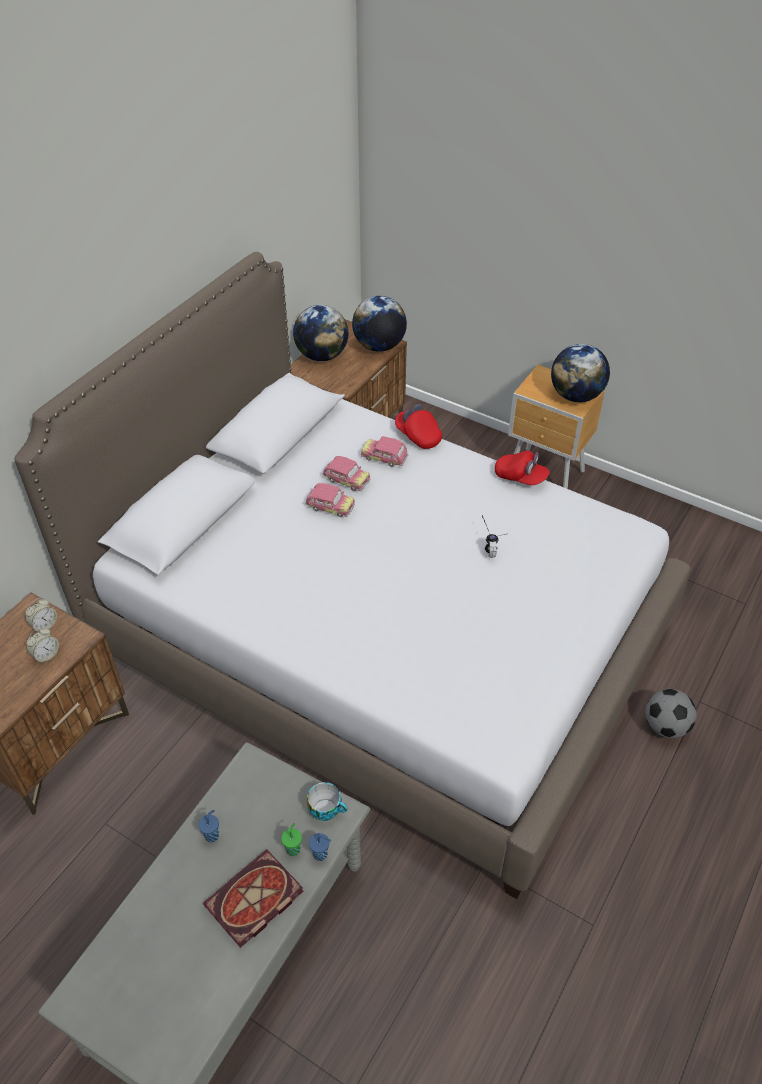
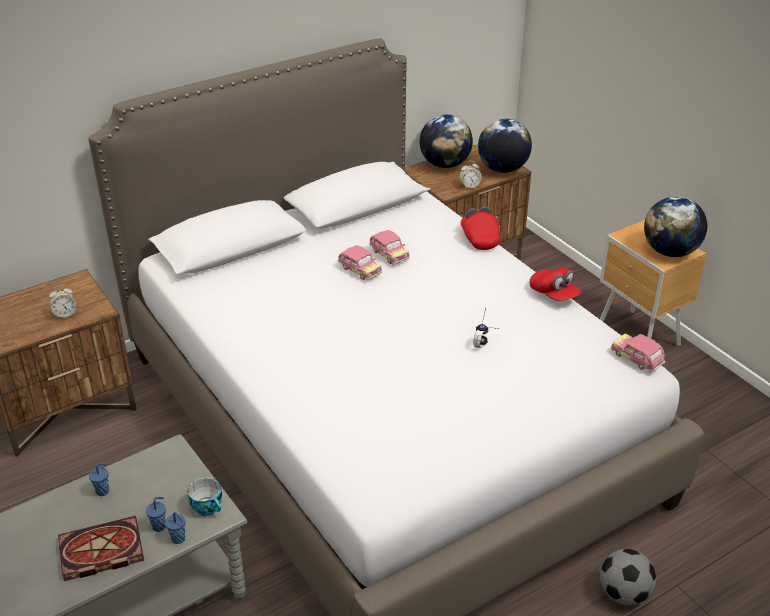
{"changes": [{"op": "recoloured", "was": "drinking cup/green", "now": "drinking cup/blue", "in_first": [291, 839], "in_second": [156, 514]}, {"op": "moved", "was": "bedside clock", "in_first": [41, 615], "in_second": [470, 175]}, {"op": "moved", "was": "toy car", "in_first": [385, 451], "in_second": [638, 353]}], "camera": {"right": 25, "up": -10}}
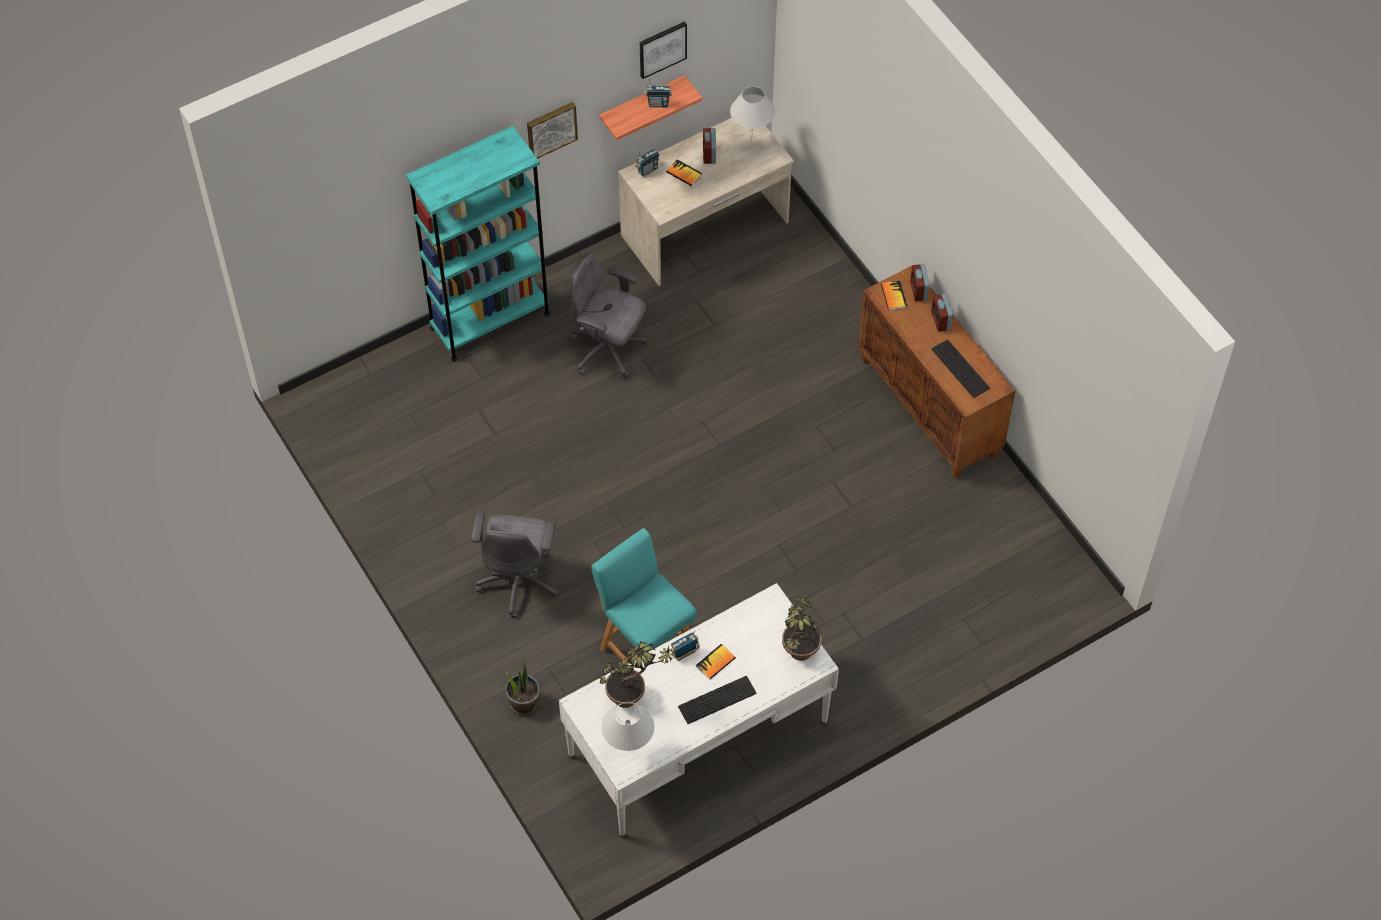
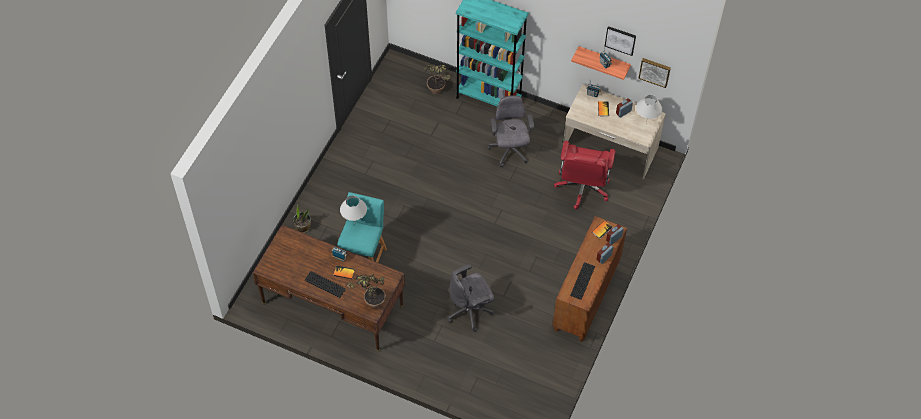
{"changes": [{"op": "recoloured", "was": "desk table/white-coloured", "now": "desk table/brownish", "in_first": [699, 710], "in_second": [329, 288]}, {"op": "moved", "was": "tabletop lamp/white-coloured", "in_first": [627, 726], "in_second": [353, 208]}, {"op": "moved", "was": "potted plant", "in_first": [640, 674], "in_second": [437, 79]}, {"op": "moved", "was": "computer chair/grey", "in_first": [515, 565], "in_second": [471, 298]}, {"op": "added", "now": "computer chair/red-coloured", "in_second": [585, 175]}, {"op": "moved", "was": "picture", "in_first": [552, 130], "in_second": [654, 73]}], "camera": {"right": 55, "up": 0}}
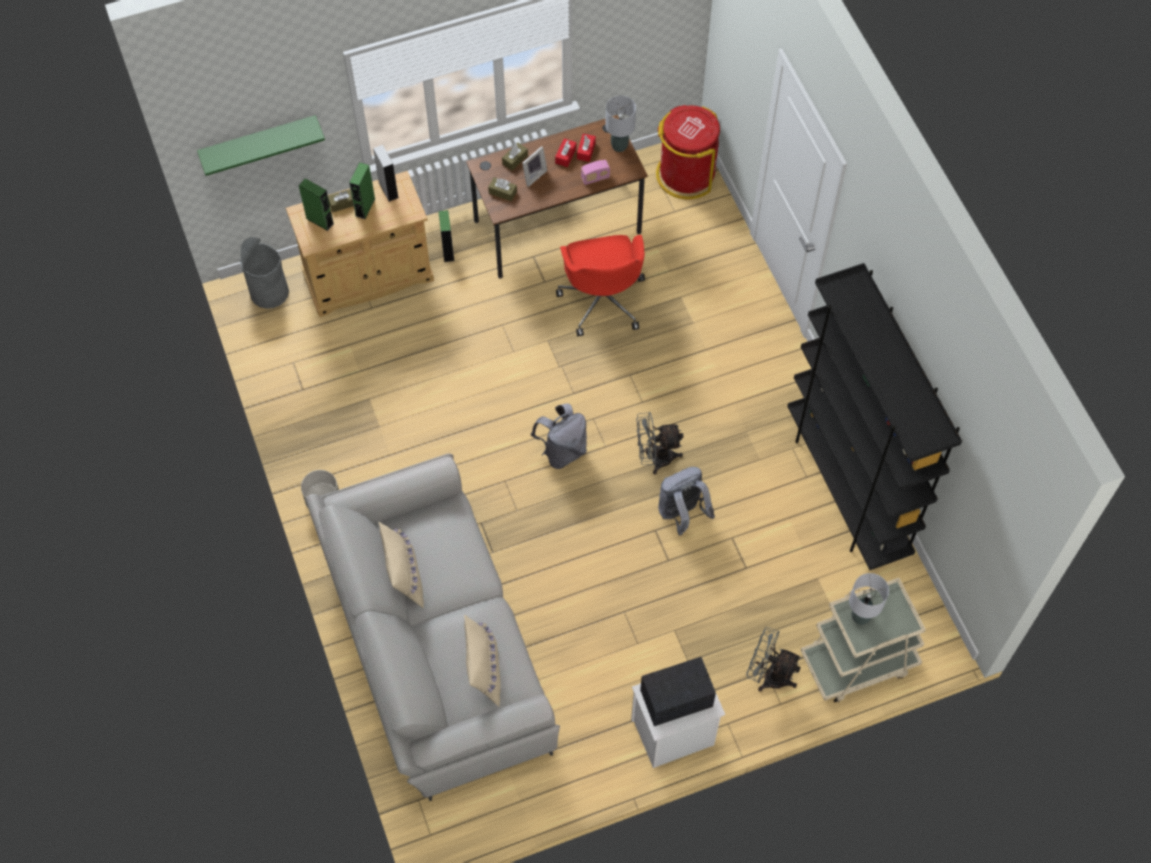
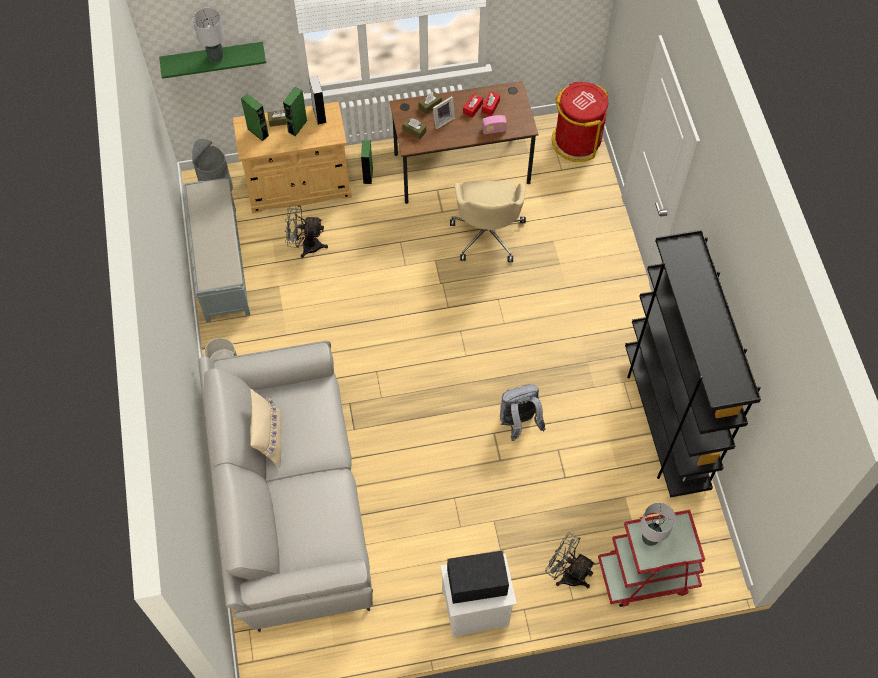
{"changes": [{"op": "added", "now": "long seat/grey", "in_second": [216, 250]}, {"op": "moved", "was": "tabletop lamp/grey", "in_first": [620, 124], "in_second": [209, 35]}, {"op": "moved", "was": "fan/grey", "in_first": [659, 443], "in_second": [306, 231]}, {"op": "recoloured", "was": "computer chair/red-coloured", "now": "computer chair/beige", "in_first": [600, 285], "in_second": [488, 221]}, {"op": "recoloured", "was": "wheeled cart/beige", "now": "wheeled cart/red-coloured", "in_first": [863, 640], "in_second": [651, 558]}, {"op": "removed", "was": "pillow/beige", "in_first": [482, 661]}, {"op": "removed", "was": "backpack/grey", "in_first": [559, 436]}], "camera": {"right": 10, "up": 0}}
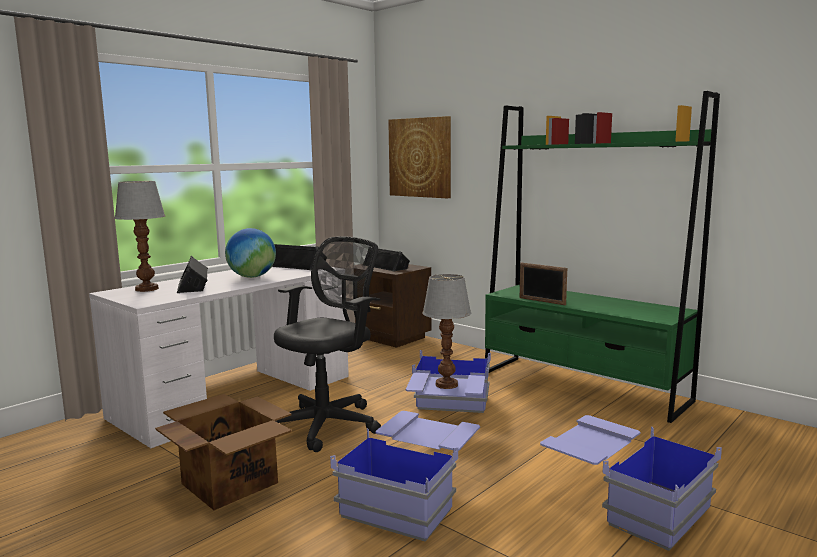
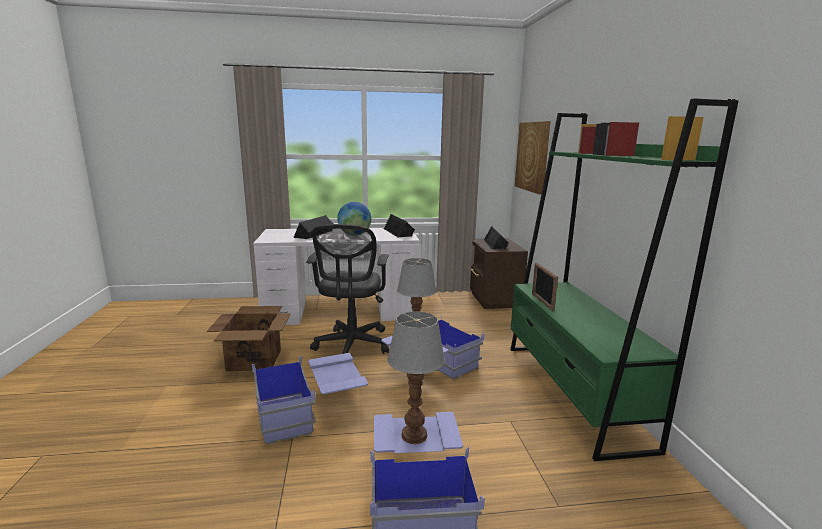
{"changes": [{"op": "turned", "was": "computer chair/blackish", "in_first": [327, 344], "in_second": [347, 289], "clockwise": 105}, {"op": "moved", "was": "tabletop lamp", "in_first": [139, 236], "in_second": [416, 377]}], "camera": {"right": 40, "up": 5}}
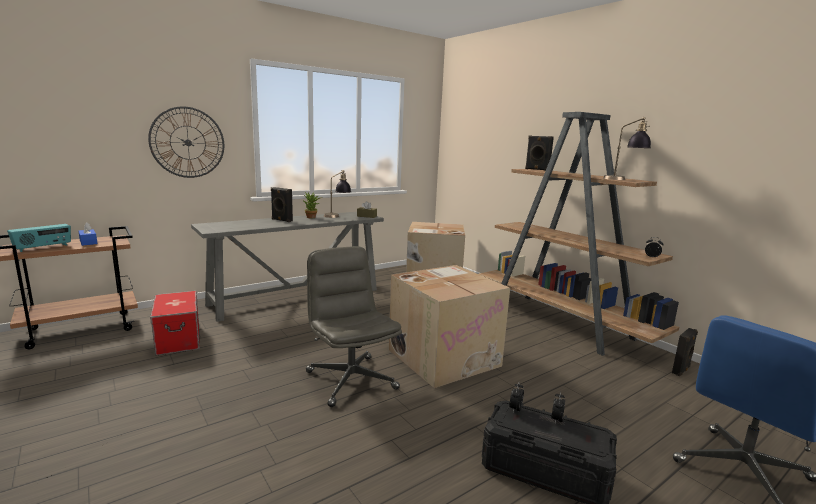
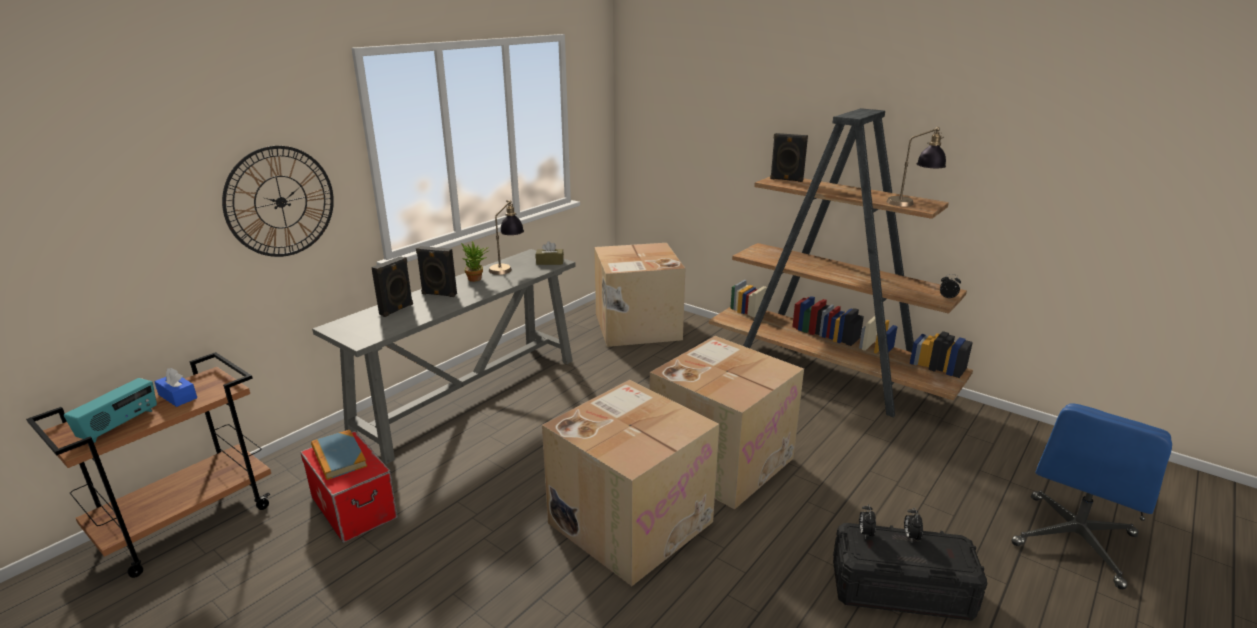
{"changes": [{"op": "added", "now": "volume", "in_second": [339, 455]}, {"op": "moved", "was": "loudspeaker/blackish", "in_first": [685, 352], "in_second": [392, 286]}, {"op": "replaced", "was": "computer chair/grey", "now": "carton", "in_first": [354, 326], "in_second": [630, 483]}], "camera": {"right": -15, "up": 10}}
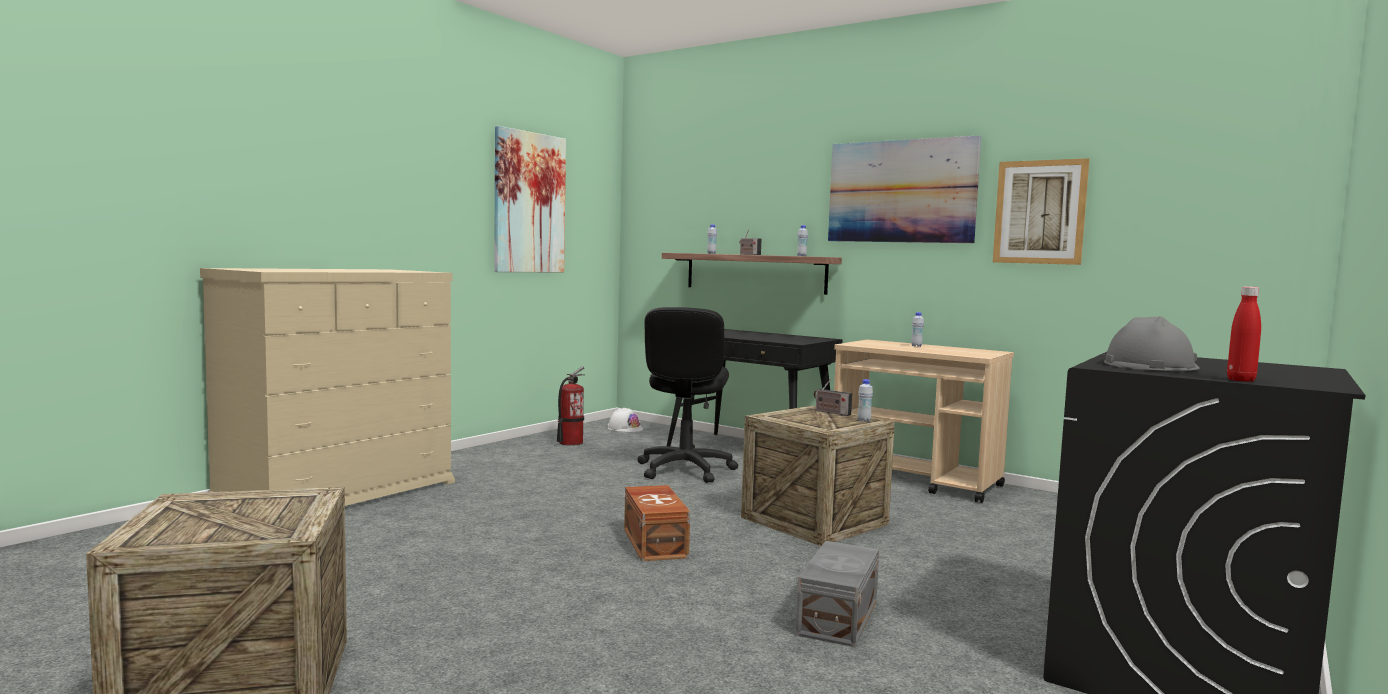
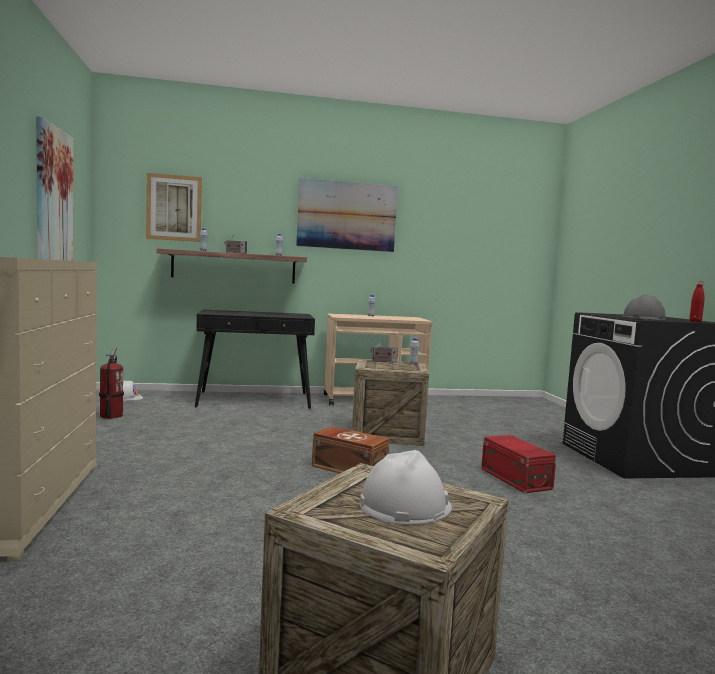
{"changes": [{"op": "moved", "was": "picture", "in_first": [1041, 211], "in_second": [174, 207]}, {"op": "added", "now": "safety helmet/white-coloured", "in_second": [405, 487]}, {"op": "recoloured", "was": "storage bin/grey", "now": "storage bin/red-coloured", "in_first": [837, 594], "in_second": [519, 464]}, {"op": "removed", "was": "computer chair/blackish", "in_first": [687, 395]}], "camera": {"right": -45, "up": 0}}
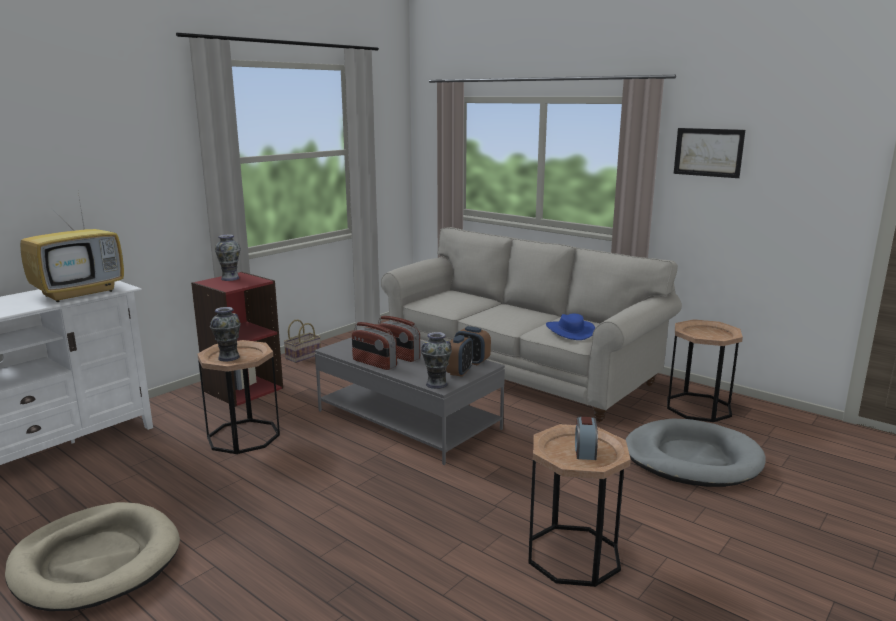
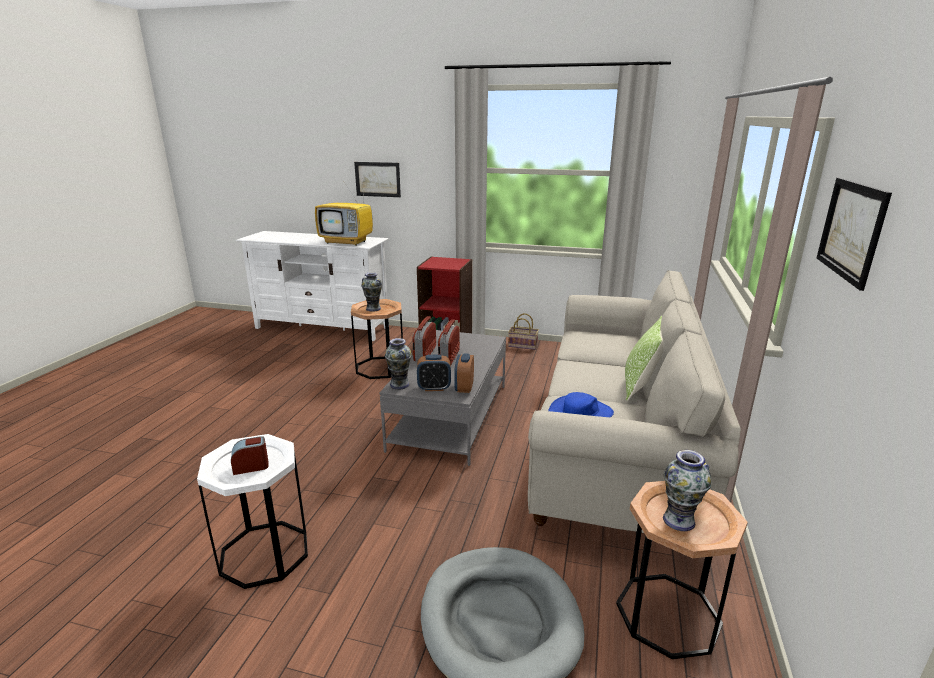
{"changes": [{"op": "recoloured", "was": "side table/brownish", "now": "side table/white-coloured", "in_first": [579, 505], "in_second": [252, 511]}, {"op": "added", "now": "picture", "in_second": [377, 179]}, {"op": "added", "now": "pillow", "in_second": [644, 358]}, {"op": "moved", "was": "vase", "in_first": [228, 257], "in_second": [687, 490]}, {"op": "removed", "was": "dog bed/beige", "in_first": [92, 556]}], "camera": {"right": 65, "up": 5}}
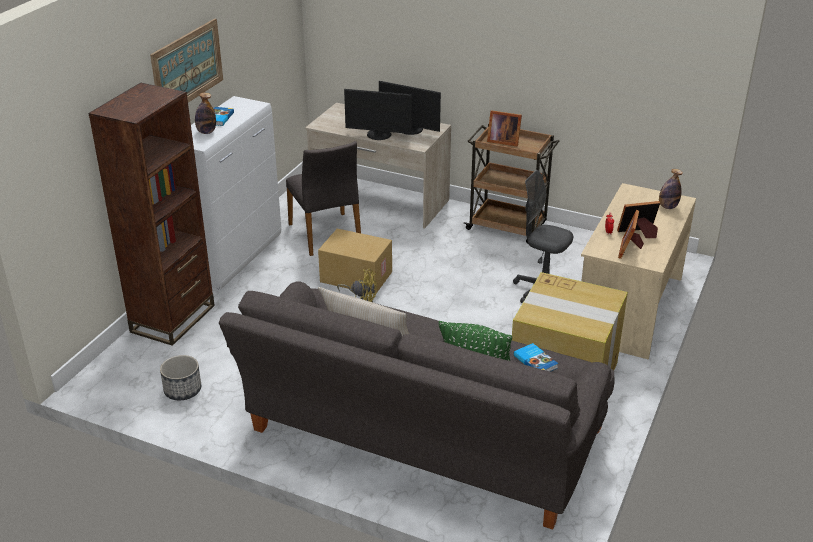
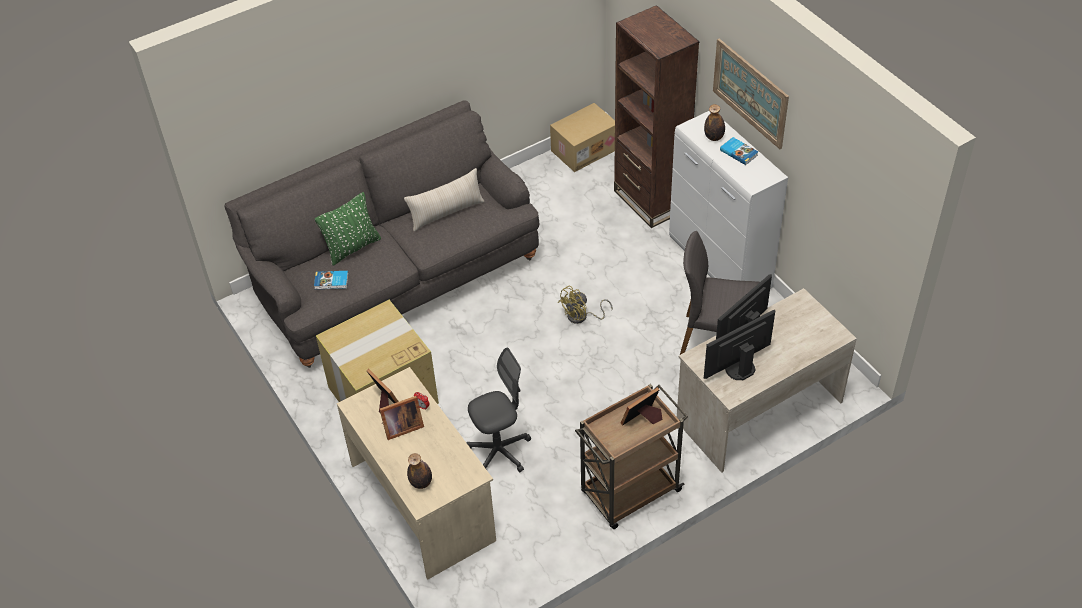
{"changes": [{"op": "turned", "was": "standing frame", "in_first": [638, 219], "in_second": [401, 418], "clockwise": 45}, {"op": "moved", "was": "carton", "in_first": [355, 261], "in_second": [582, 137]}, {"op": "removed", "was": "plant pot", "in_first": [180, 377]}], "camera": {"right": 125, "up": 15}}
